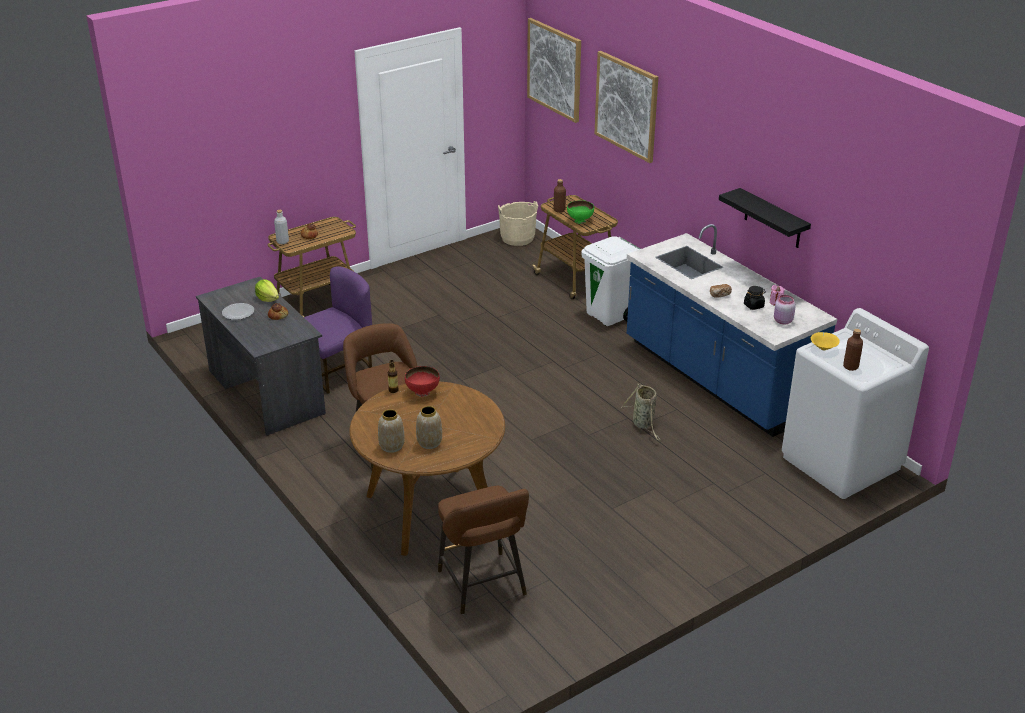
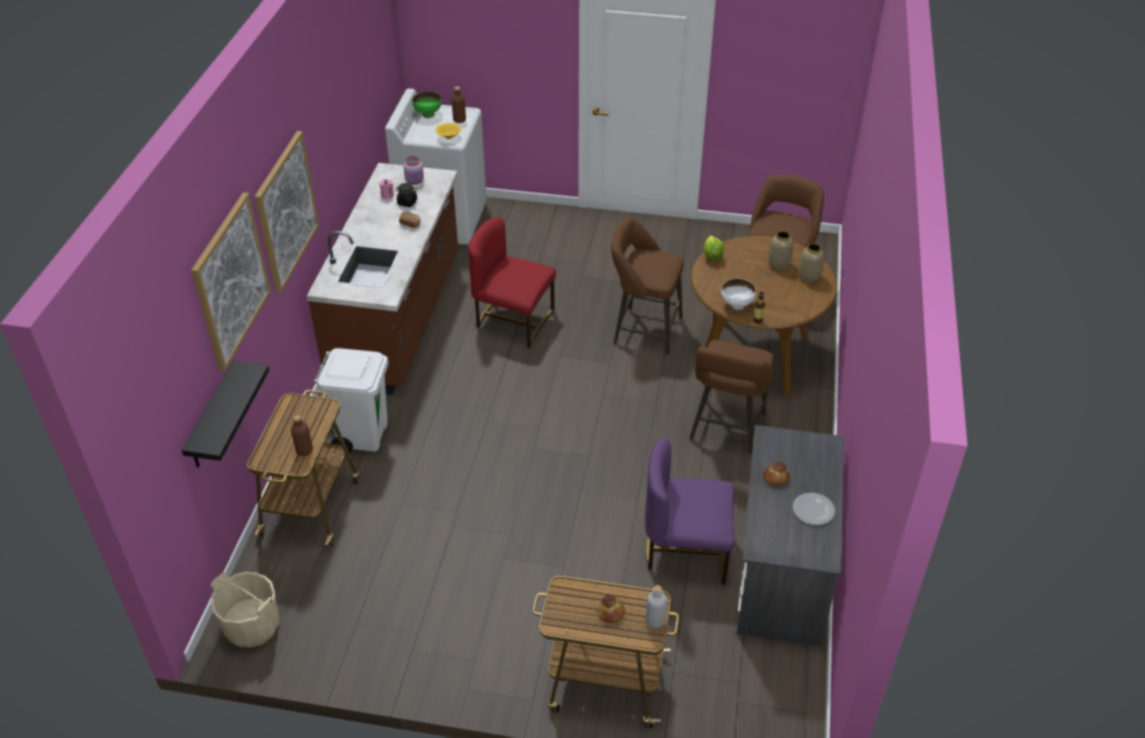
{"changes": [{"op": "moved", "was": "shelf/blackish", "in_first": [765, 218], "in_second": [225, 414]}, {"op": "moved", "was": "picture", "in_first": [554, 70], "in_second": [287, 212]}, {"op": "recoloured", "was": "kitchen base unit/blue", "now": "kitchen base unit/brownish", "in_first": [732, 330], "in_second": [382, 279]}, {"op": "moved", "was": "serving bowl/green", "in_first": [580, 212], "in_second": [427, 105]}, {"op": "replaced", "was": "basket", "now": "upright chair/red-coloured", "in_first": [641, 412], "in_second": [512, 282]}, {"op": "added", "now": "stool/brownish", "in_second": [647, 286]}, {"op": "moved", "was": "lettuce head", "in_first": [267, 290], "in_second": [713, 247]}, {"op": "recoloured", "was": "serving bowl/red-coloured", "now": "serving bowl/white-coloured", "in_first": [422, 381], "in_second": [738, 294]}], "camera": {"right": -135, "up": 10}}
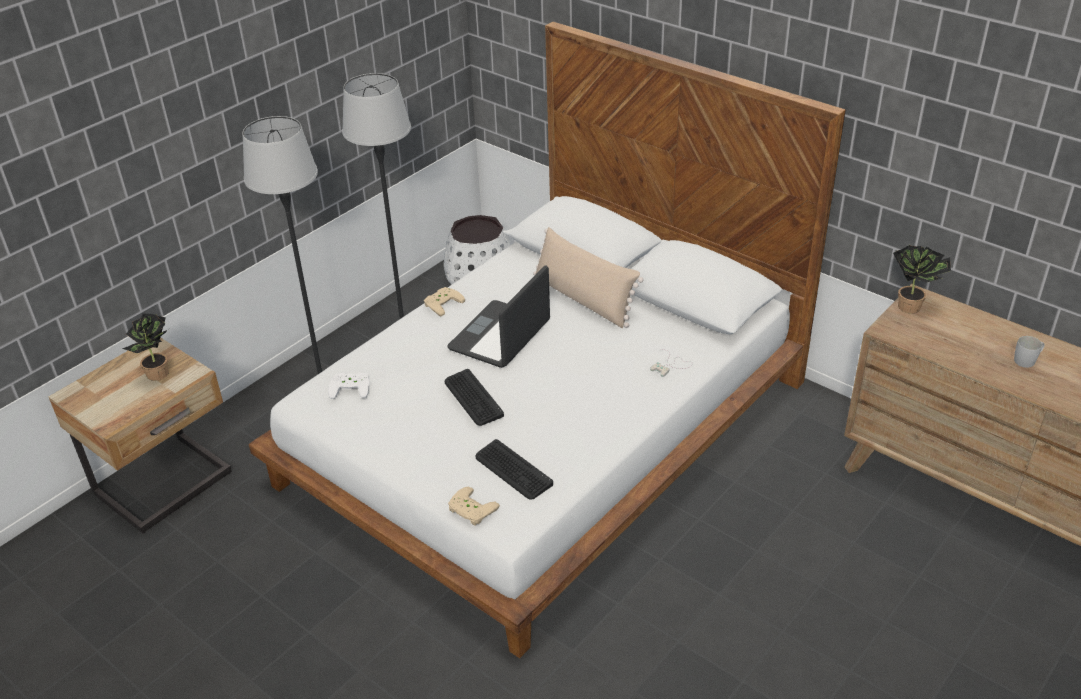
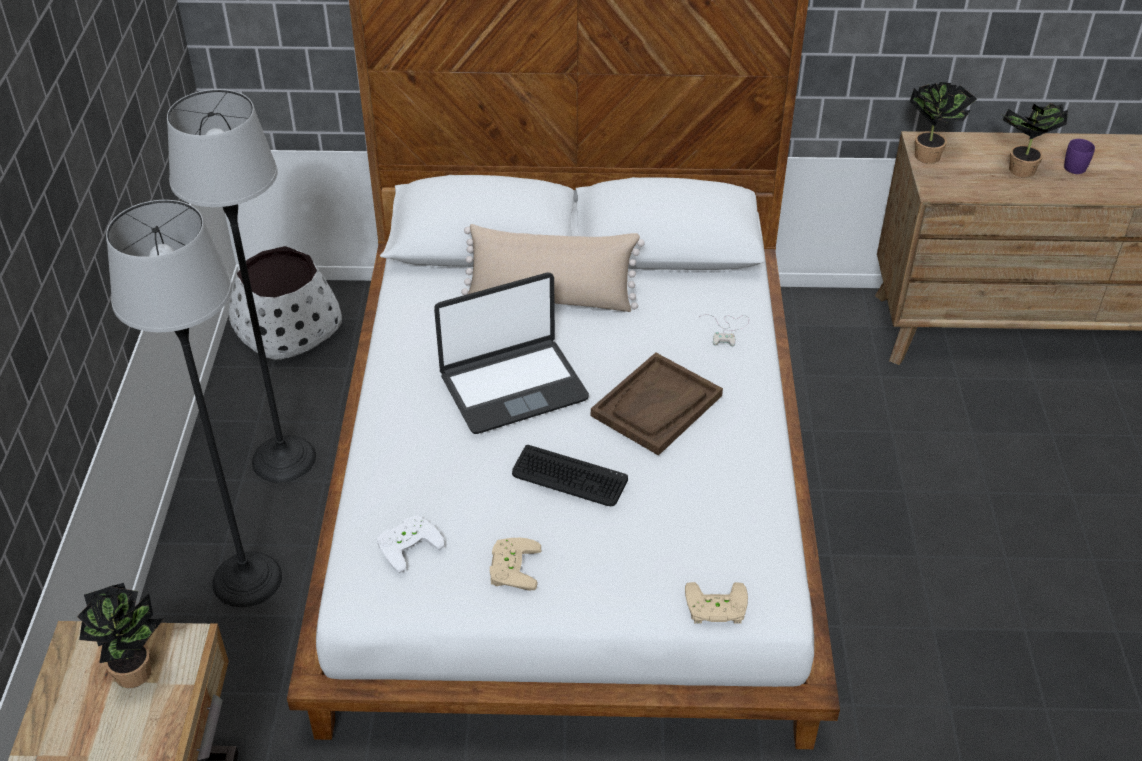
{"changes": [{"op": "turned", "was": "laptop", "in_first": [498, 316], "in_second": [511, 353], "clockwise": -105}, {"op": "moved", "was": "gamepad/beige", "in_first": [444, 301], "in_second": [515, 564]}, {"op": "added", "now": "carrying tray/brownish", "in_second": [657, 404]}, {"op": "added", "now": "potted plant", "in_second": [1035, 139]}, {"op": "recoloured", "was": "coffee mug/white-coloured", "now": "coffee mug/purplish", "in_first": [1029, 352], "in_second": [1079, 156]}, {"op": "removed", "was": "PC keyboard", "in_first": [514, 469]}], "camera": {"right": -40, "up": 5}}
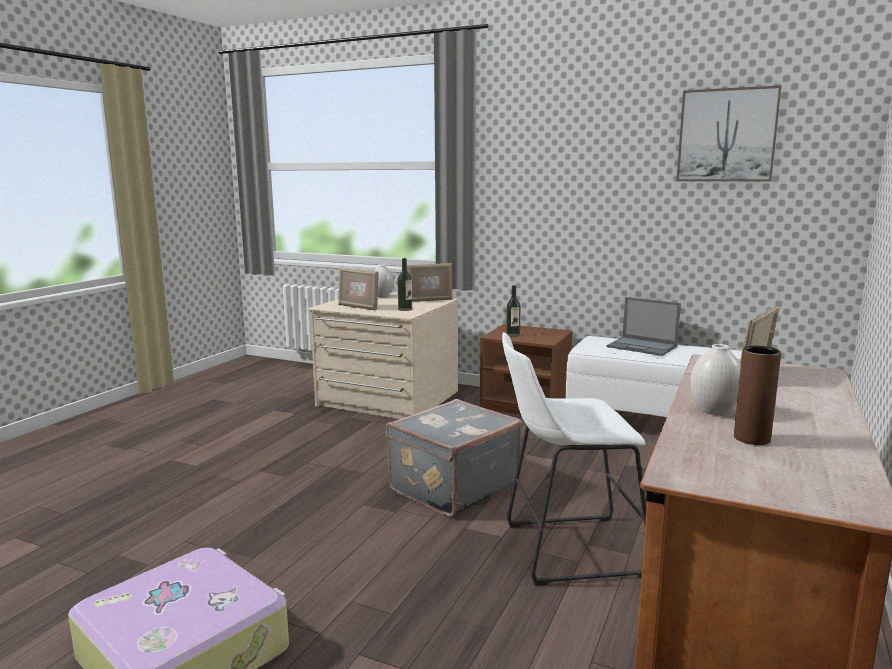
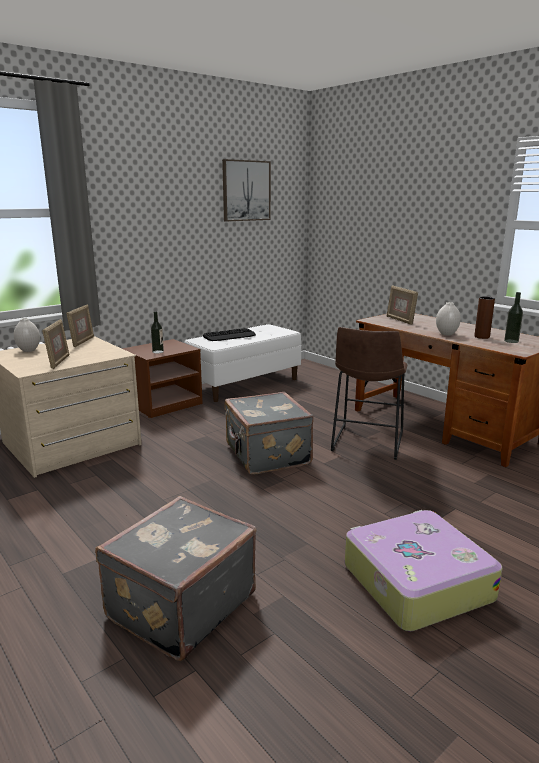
{"changes": [{"op": "turned", "was": "standing frame", "in_first": [358, 288], "in_second": [55, 344], "clockwise": -60}, {"op": "added", "now": "suitcase/grey", "in_second": [175, 579]}, {"op": "replaced", "was": "laptop", "now": "PC keyboard", "in_first": [643, 326], "in_second": [229, 334]}, {"op": "recoloured", "was": "stool/white-coloured", "now": "stool/brownish", "in_first": [574, 459], "in_second": [369, 393]}, {"op": "moved", "was": "drink bottle", "in_first": [405, 284], "in_second": [513, 317]}], "camera": {"right": -65, "up": 5}}
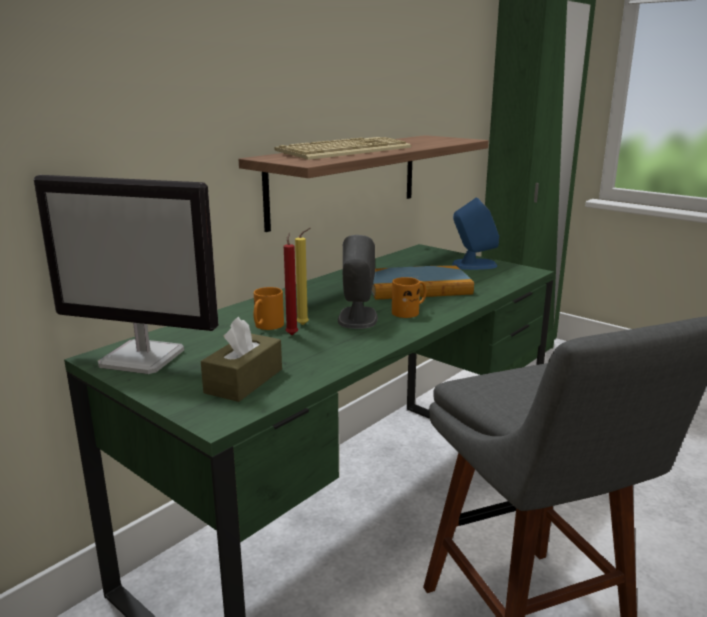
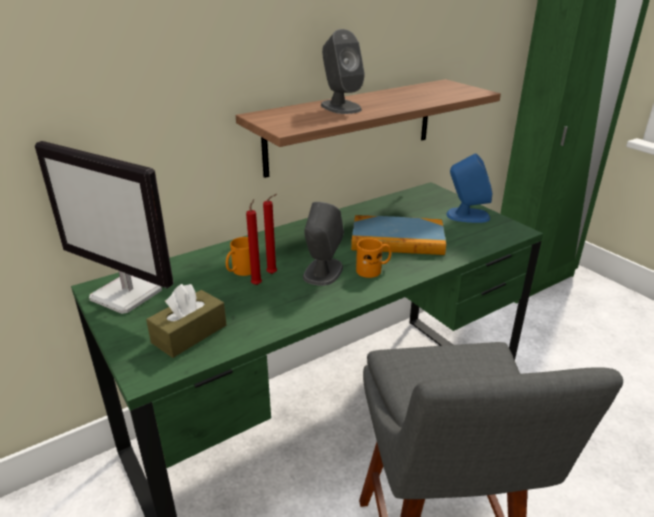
{"changes": [{"op": "recoloured", "was": "candle/yellow-coloured", "now": "candle/red-coloured", "in_first": [303, 276], "in_second": [270, 234]}, {"op": "replaced", "was": "PC keyboard", "now": "loudspeaker/grey", "in_first": [343, 148], "in_second": [343, 71]}], "camera": {"right": 15, "up": 10}}
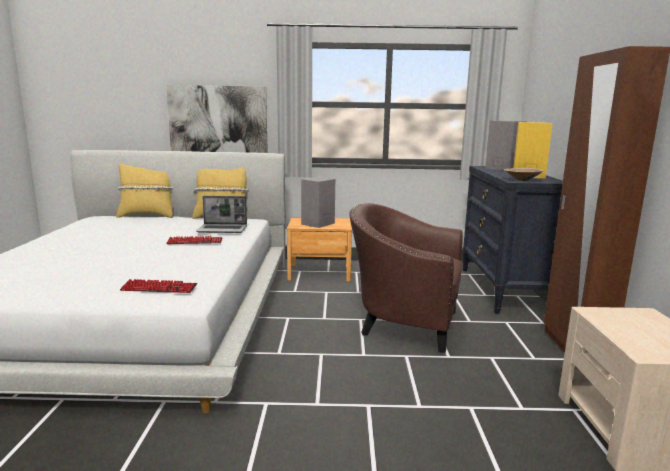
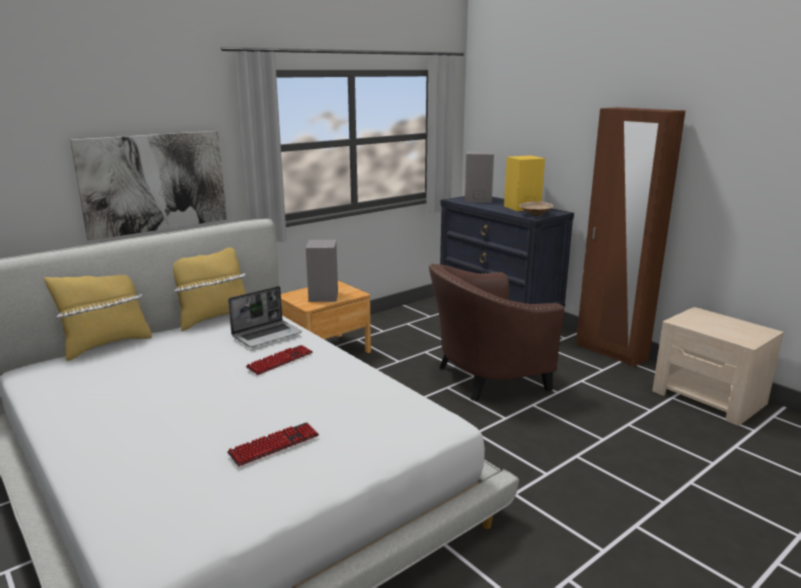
{"changes": [{"op": "moved", "was": "PC keyboard", "in_first": [158, 286], "in_second": [273, 444]}], "camera": {"right": -40, "up": 5}}
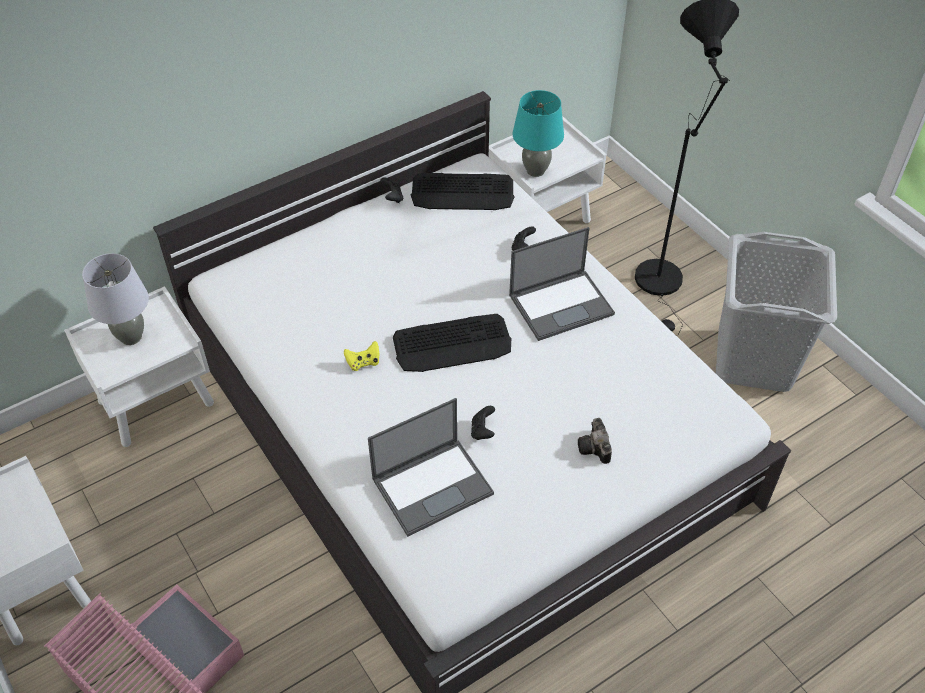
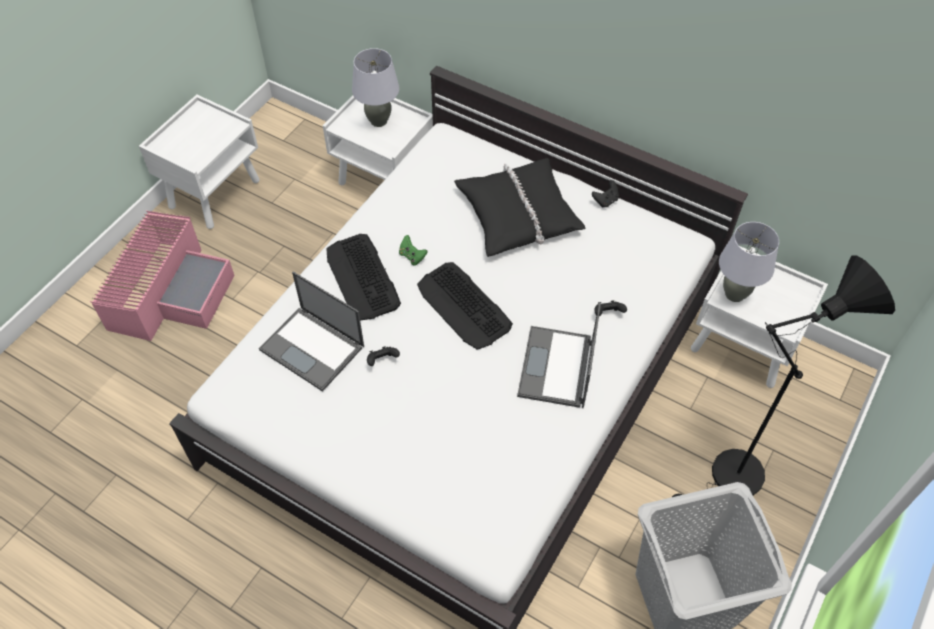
{"changes": [{"op": "moved", "was": "PC keyboard", "in_first": [463, 191], "in_second": [363, 277]}, {"op": "recoloured", "was": "gamepad/yellow-coloured", "now": "gamepad/green", "in_first": [361, 356], "in_second": [413, 250]}, {"op": "added", "now": "pillow/blackish", "in_second": [519, 207]}, {"op": "turned", "was": "laptop", "in_first": [562, 284], "in_second": [559, 355], "clockwise": 60}, {"op": "recoloured", "was": "tabletop lamp/blue-green", "now": "tabletop lamp/grey", "in_first": [538, 133], "in_second": [749, 262]}, {"op": "removed", "was": "photo camera", "in_first": [595, 441]}], "camera": {"right": 65, "up": 5}}
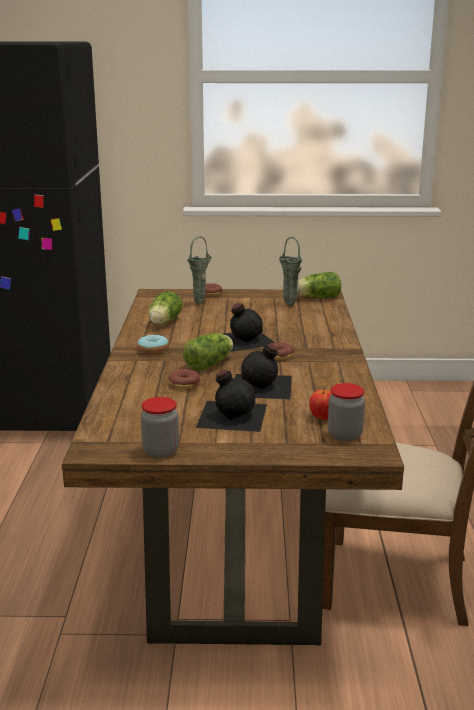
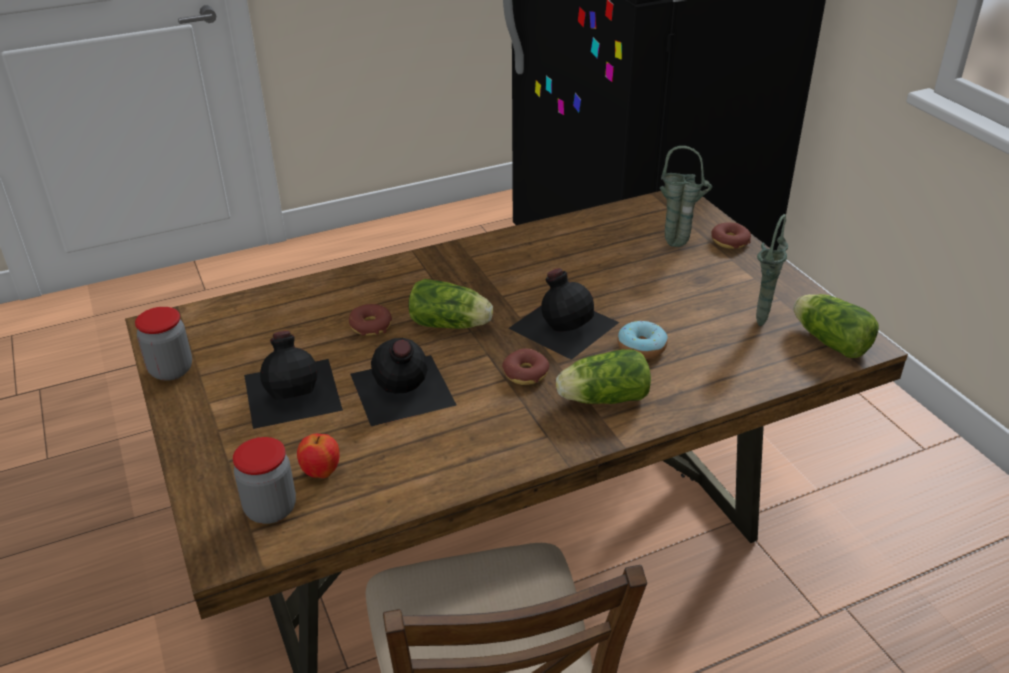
{"changes": [{"op": "moved", "was": "lettuce head", "in_first": [165, 308], "in_second": [603, 376]}, {"op": "moved", "was": "donut", "in_first": [153, 345], "in_second": [642, 340]}], "camera": {"right": 65, "up": 15}}
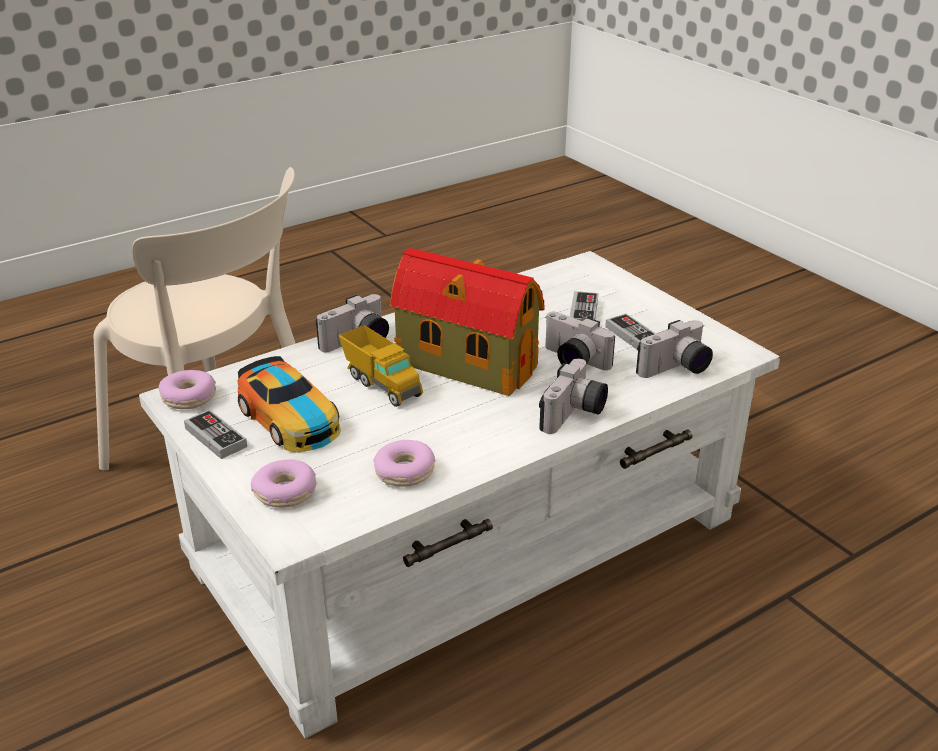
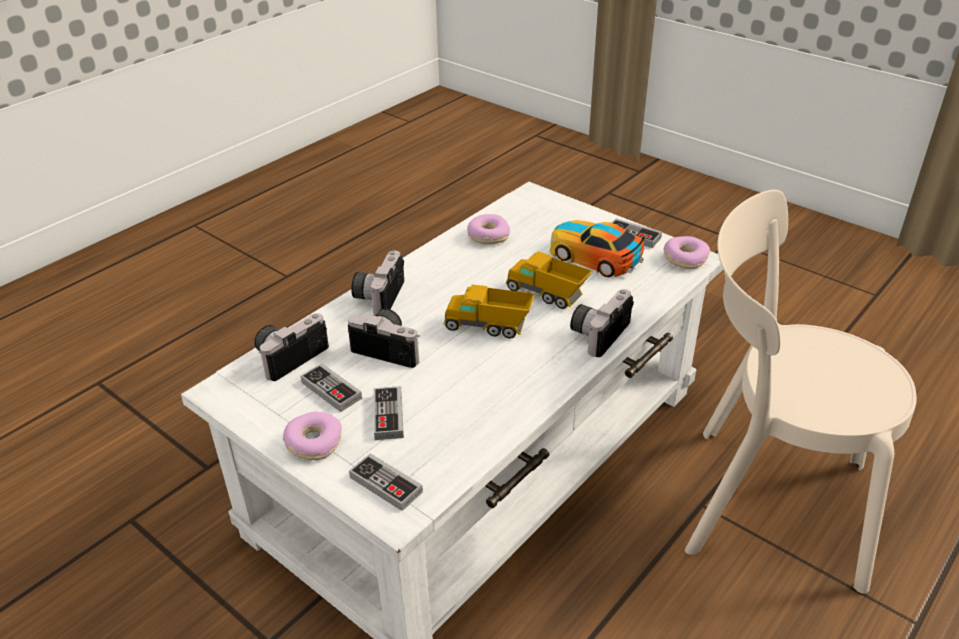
{"changes": [{"op": "moved", "was": "donut", "in_first": [284, 483], "in_second": [312, 436]}, {"op": "added", "now": "gamepad", "in_second": [386, 482]}, {"op": "replaced", "was": "toy house", "now": "model truck", "in_first": [467, 322], "in_second": [489, 311]}], "camera": {"right": 165, "up": 5}}
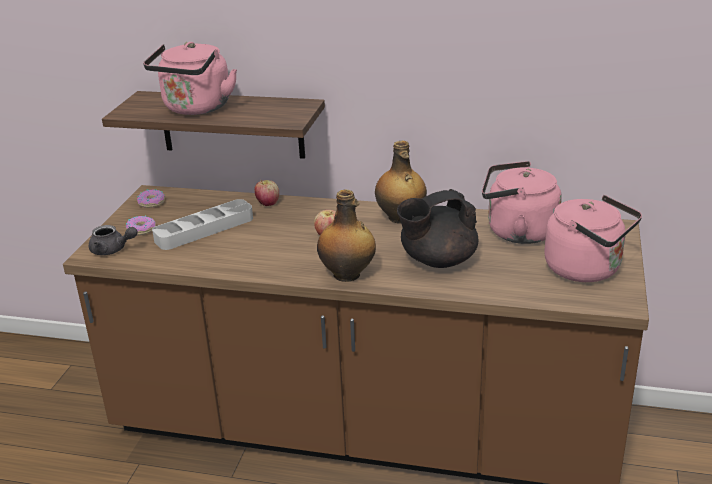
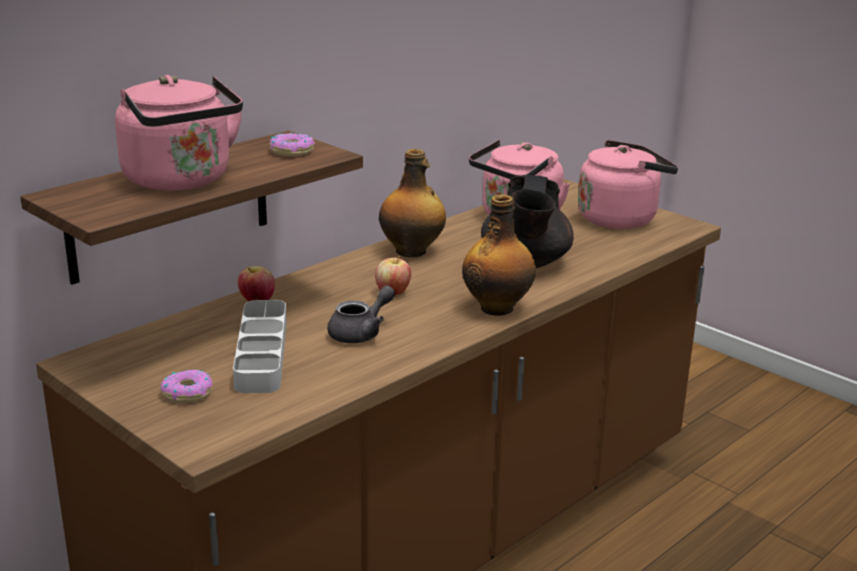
{"changes": [{"op": "moved", "was": "donut", "in_first": [151, 198], "in_second": [292, 145]}, {"op": "moved", "was": "pot for tea/grey", "in_first": [113, 240], "in_second": [361, 314]}], "camera": {"right": -60, "up": -5}}
